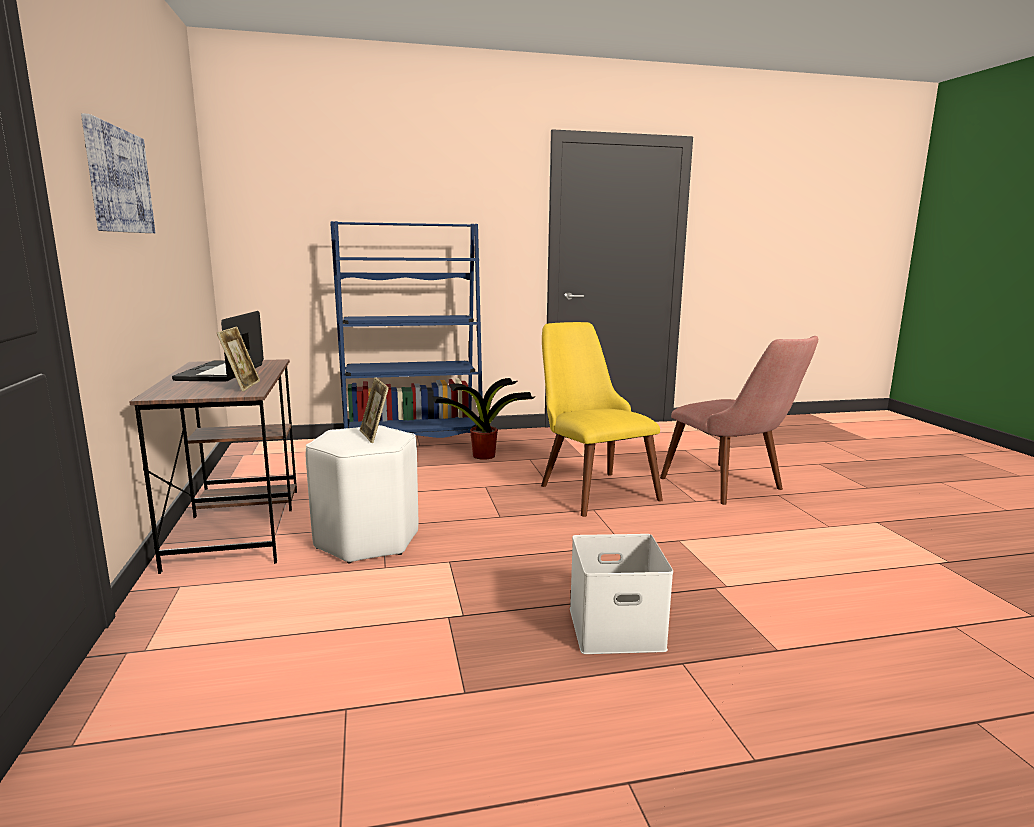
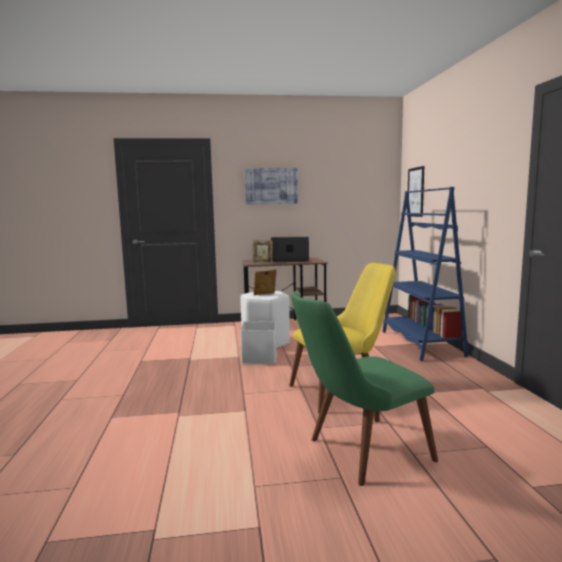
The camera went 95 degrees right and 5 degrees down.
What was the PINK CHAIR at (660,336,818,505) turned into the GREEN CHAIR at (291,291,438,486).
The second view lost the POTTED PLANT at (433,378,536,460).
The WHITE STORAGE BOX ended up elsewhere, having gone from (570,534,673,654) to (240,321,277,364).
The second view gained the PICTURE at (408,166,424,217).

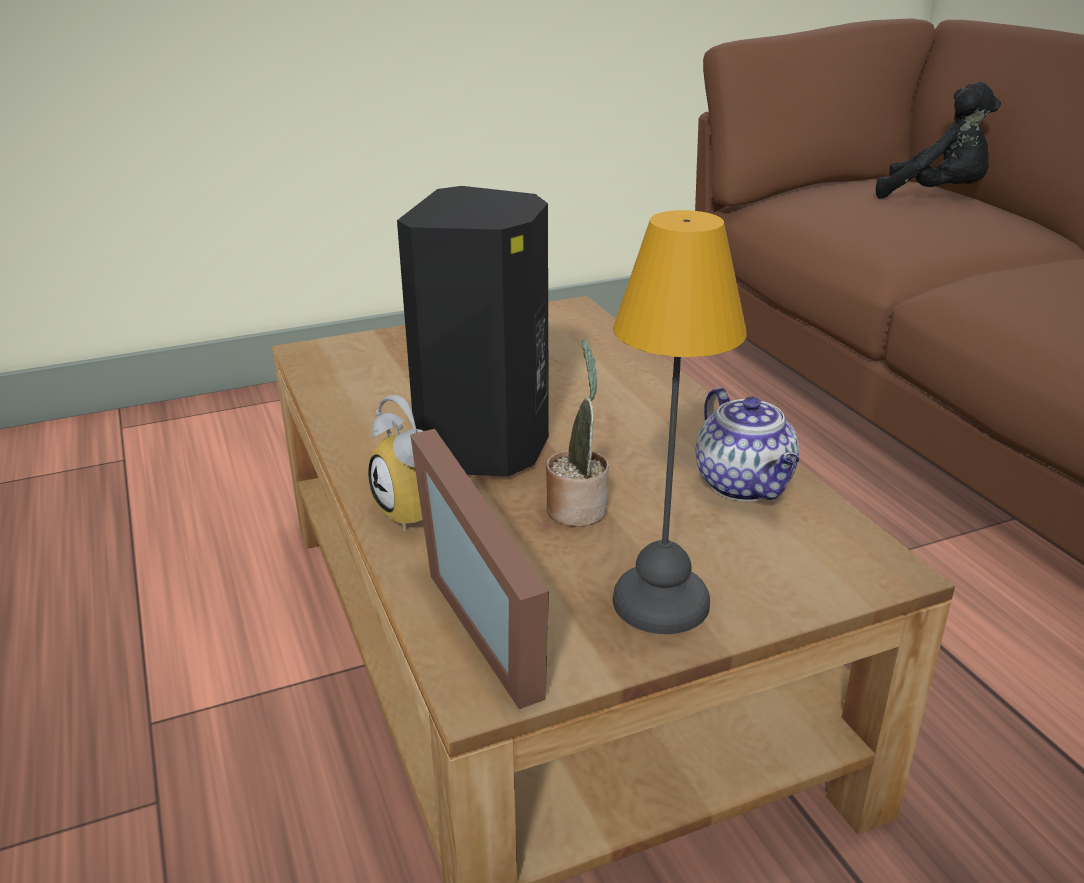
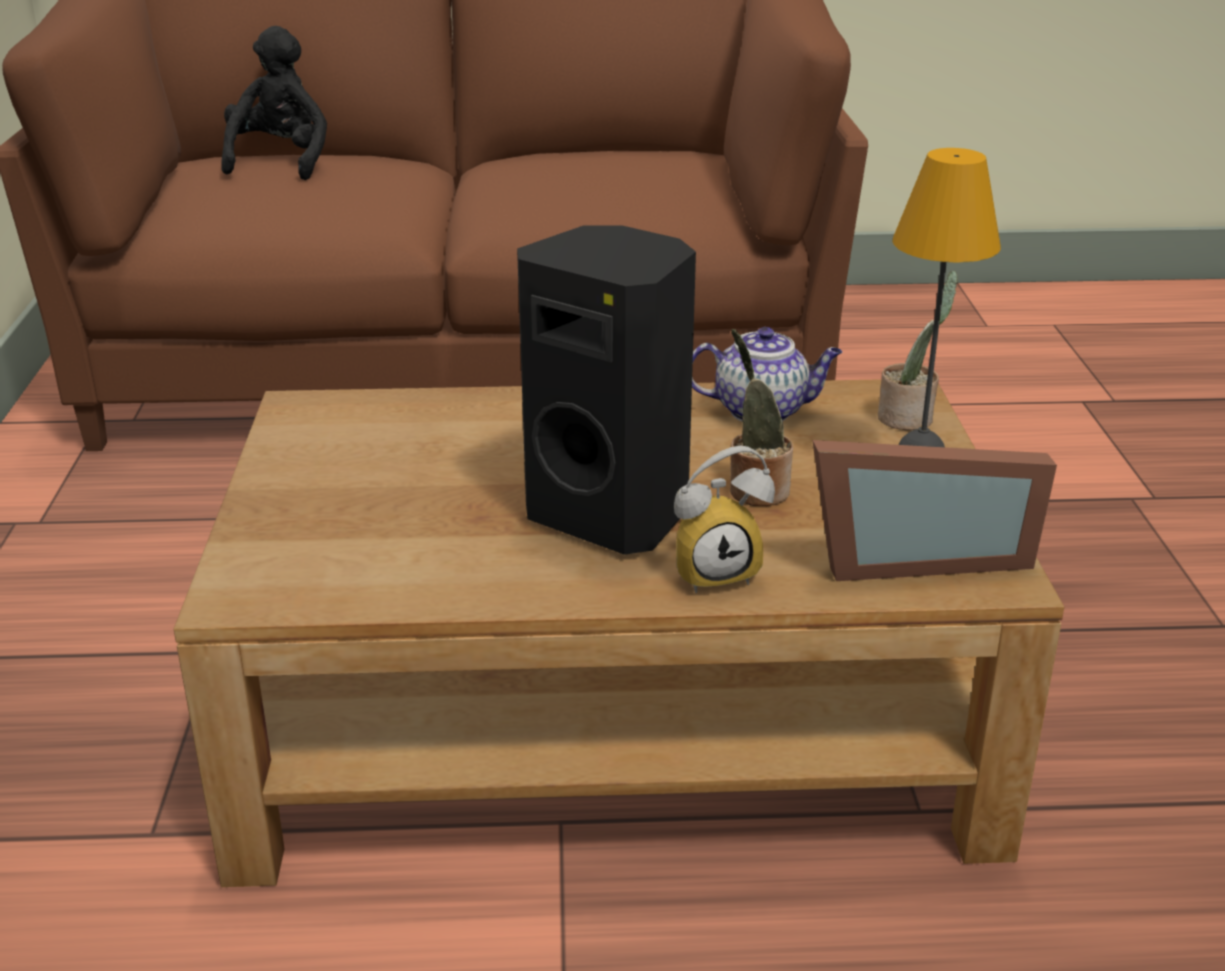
The camera went 70 degrees left and 0 degrees up.
The BLACK PLUSH TOY at (876,82,1001,199) ended up facing another way, 45 degrees counterclockwise from before.
The second view gained the POTTED PLANT at (878,271,958,430).

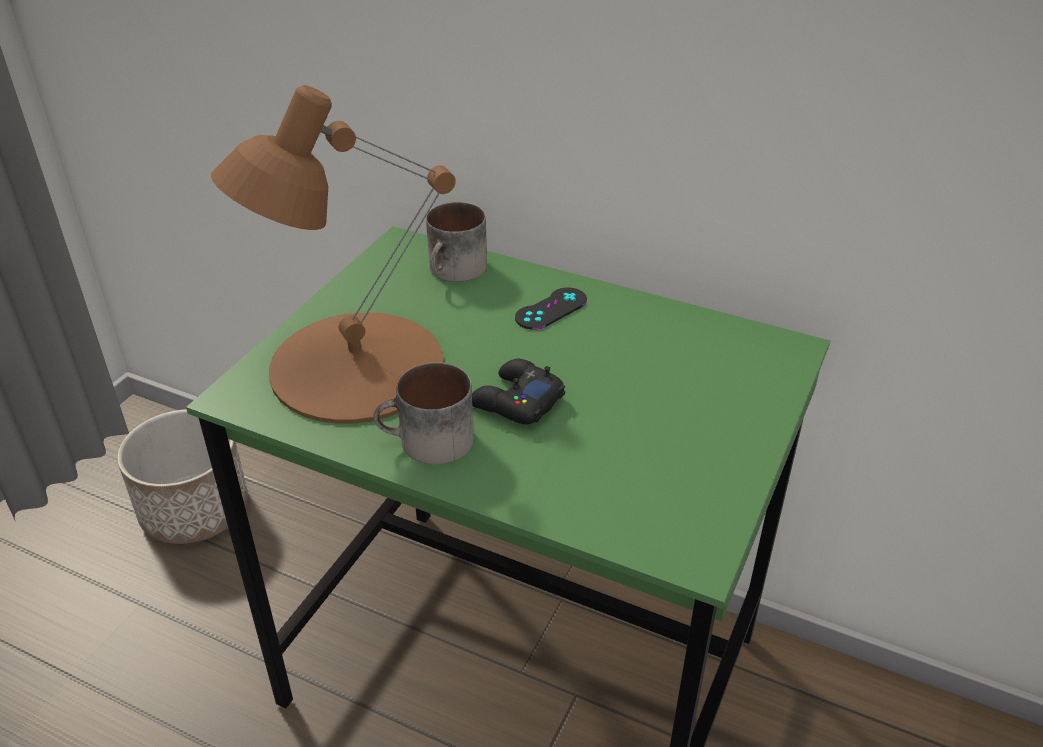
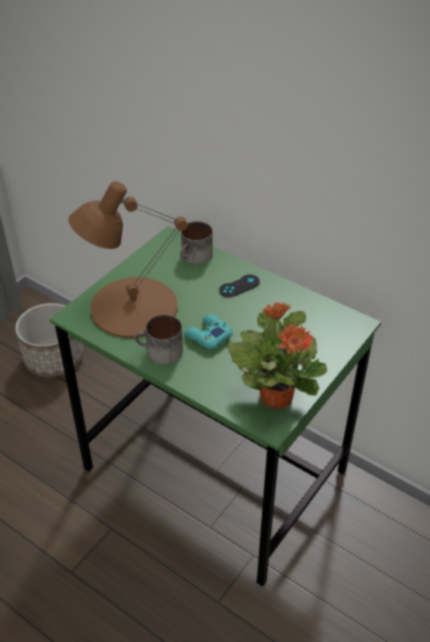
The camera went 10 degrees right and 5 degrees up.
What was the BLACK GAME CONTROLLER at (472,359,565,425) turned into the TURQUOISE GAME CONTROLLER at (184,314,232,349).
The second view gained the POTTED PLANT at (228,302,327,409).

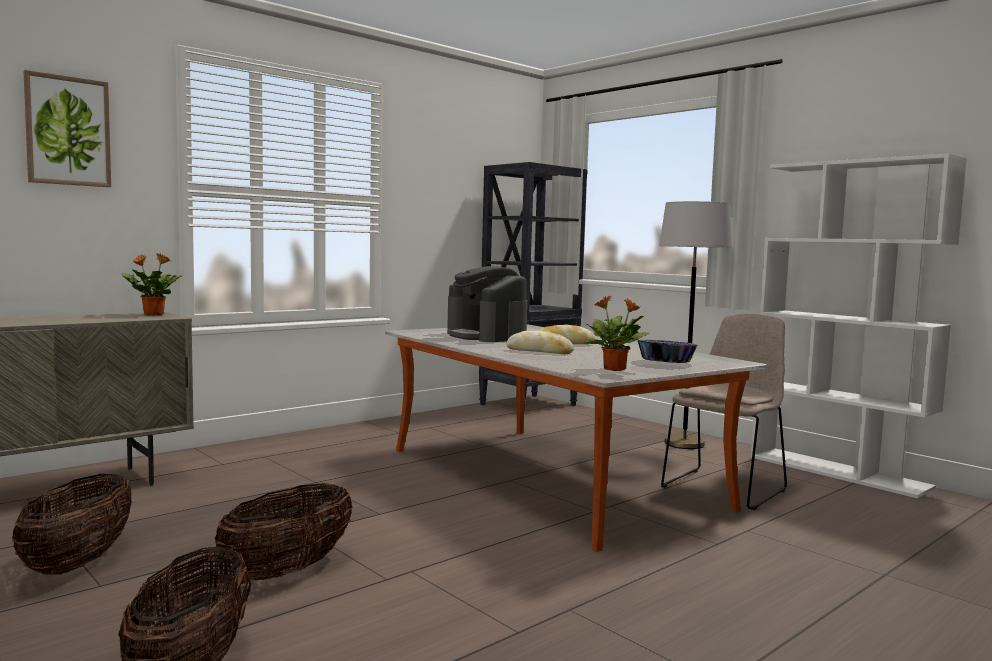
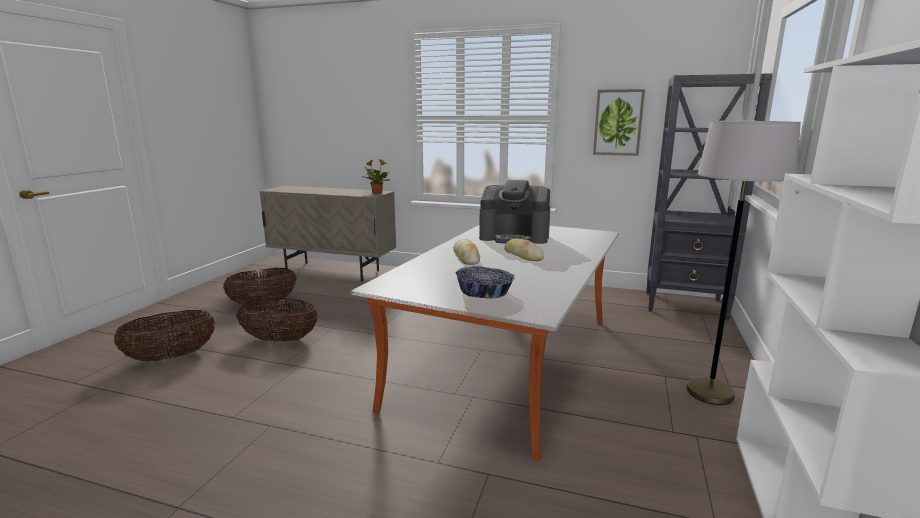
The camera went 60 degrees right and 10 degrees up.
The PICTURE ended up elsewhere, having gone from (23,70,111,187) to (593,89,645,156).
The COFFEE MACHINE at (447,266,527,342) ended up facing another way, 105 degrees counterclockwise from before.
The second view lost the POTTED PLANT at (585,296,650,371).
The second view lost the BEIGE CHAIR at (661,314,787,510).

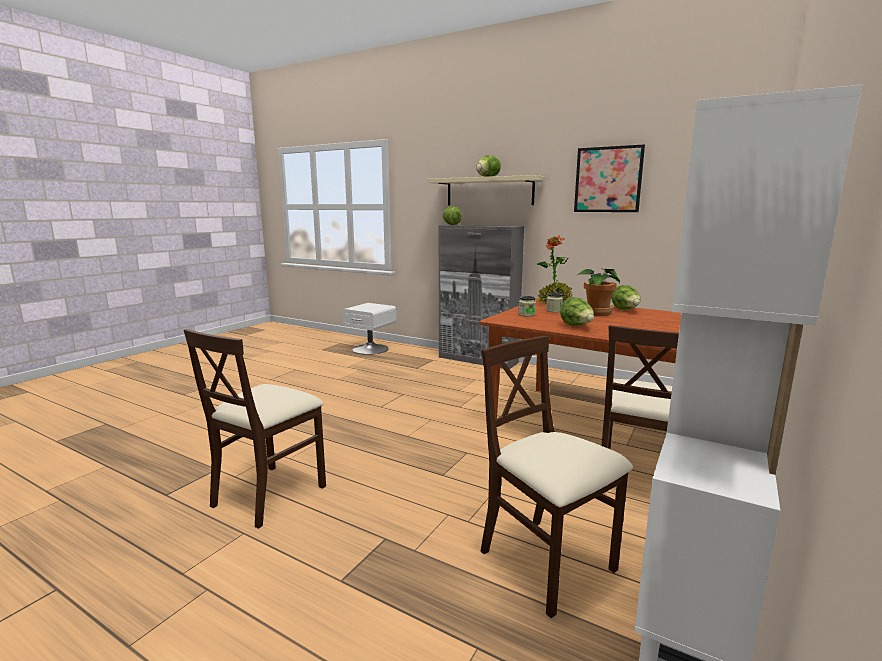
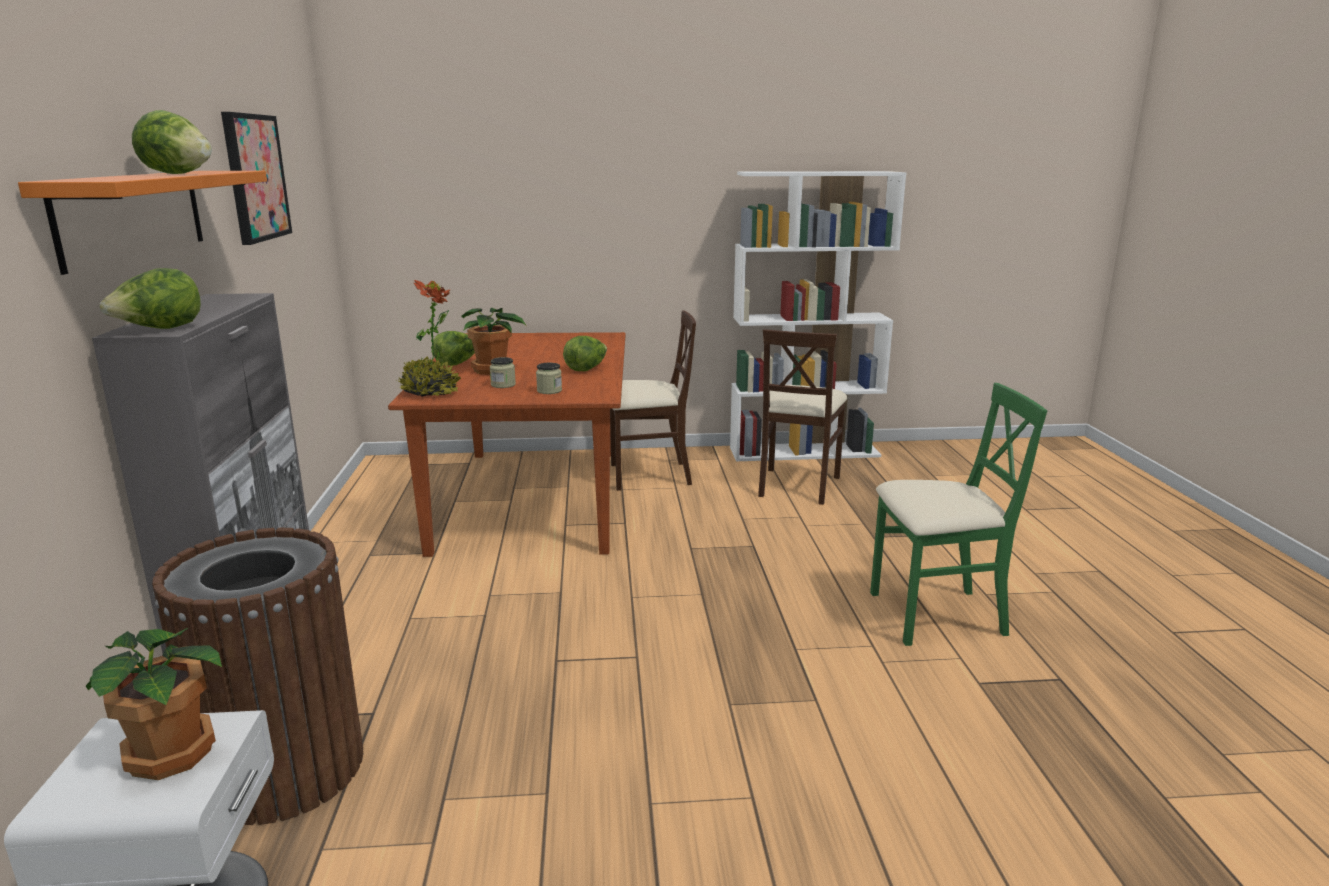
The camera went 125 degrees left and 5 degrees up.
What was the BEIGE SHELF at (428,175,545,205) turned into the ORANGE SHELF at (18,171,267,275).
What was the BEIGE CHAIR at (184,329,326,529) turned into the GREEN CHAIR at (870,383,1047,646).
The second view gained the BROWN TRASH CAN at (152,528,363,825).
The second view gained the POTTED PLANT at (86,628,222,780).

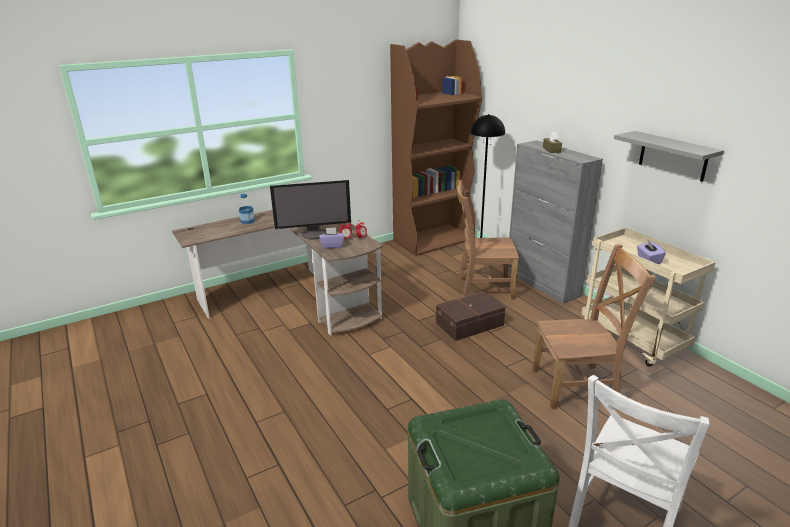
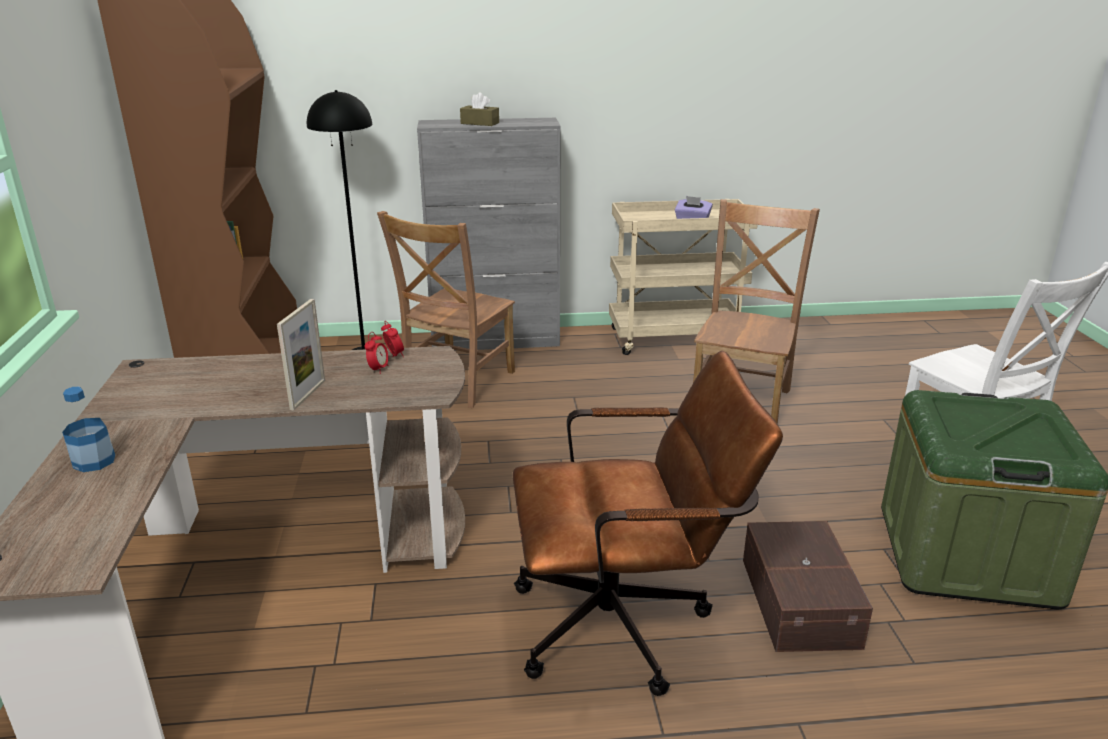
The camera went 65 degrees left and 0 degrees up.
The second view lost the GREY SHELF at (614,131,724,182).
Where the MONITOR stood at (270,180,351,239), the PICTURE FRAME came to stand at (277,299,325,410).
The second view lost the PURPLE TISSUE BOX at (320,228,344,249).
The BROWN STORAGE BOX ended up elsewhere, having gone from (436,291,505,341) to (743,521,873,652).
The second view gained the BROWN OFFICE CHAIR at (513,351,783,696).

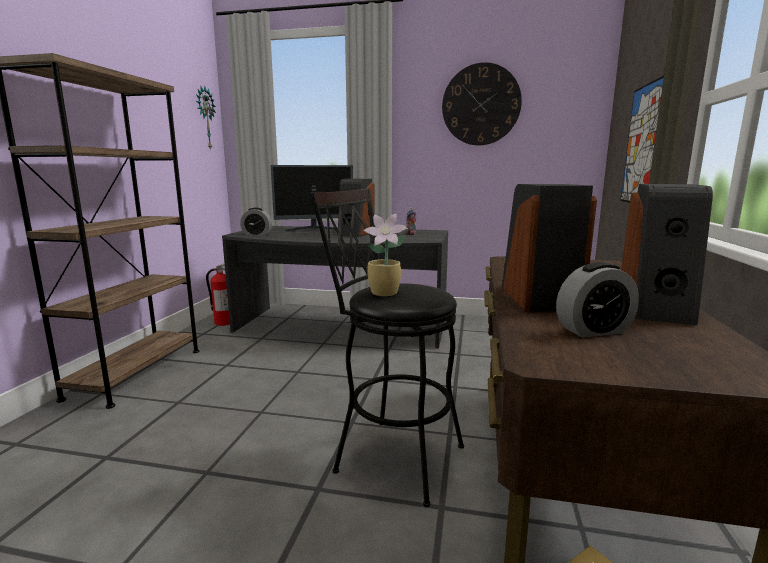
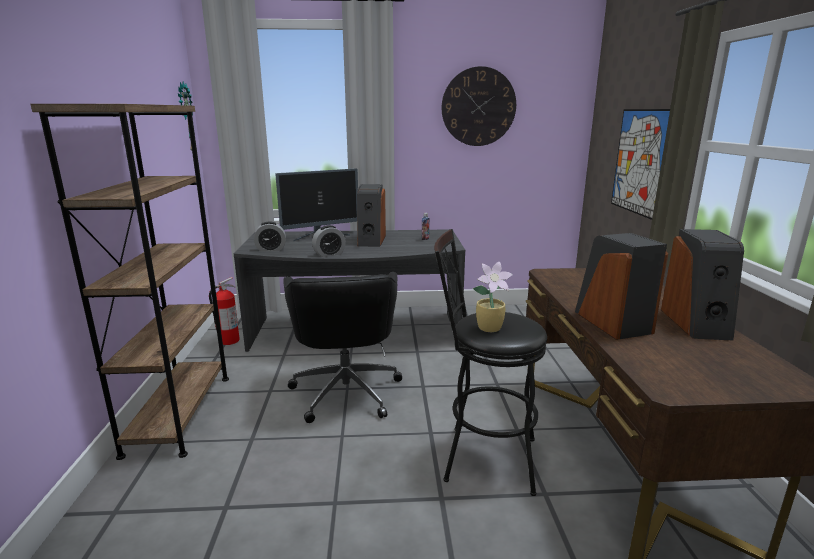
The camera went 15 degrees left and 5 degrees up.
The ALARM CLOCK ended up elsewhere, having gone from (556,262,639,338) to (312,225,346,257).
The second view gained the BLACK OFFICE CHAIR at (283,272,402,423).

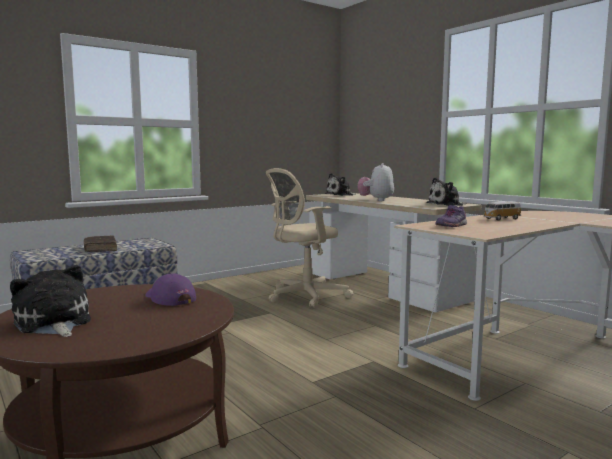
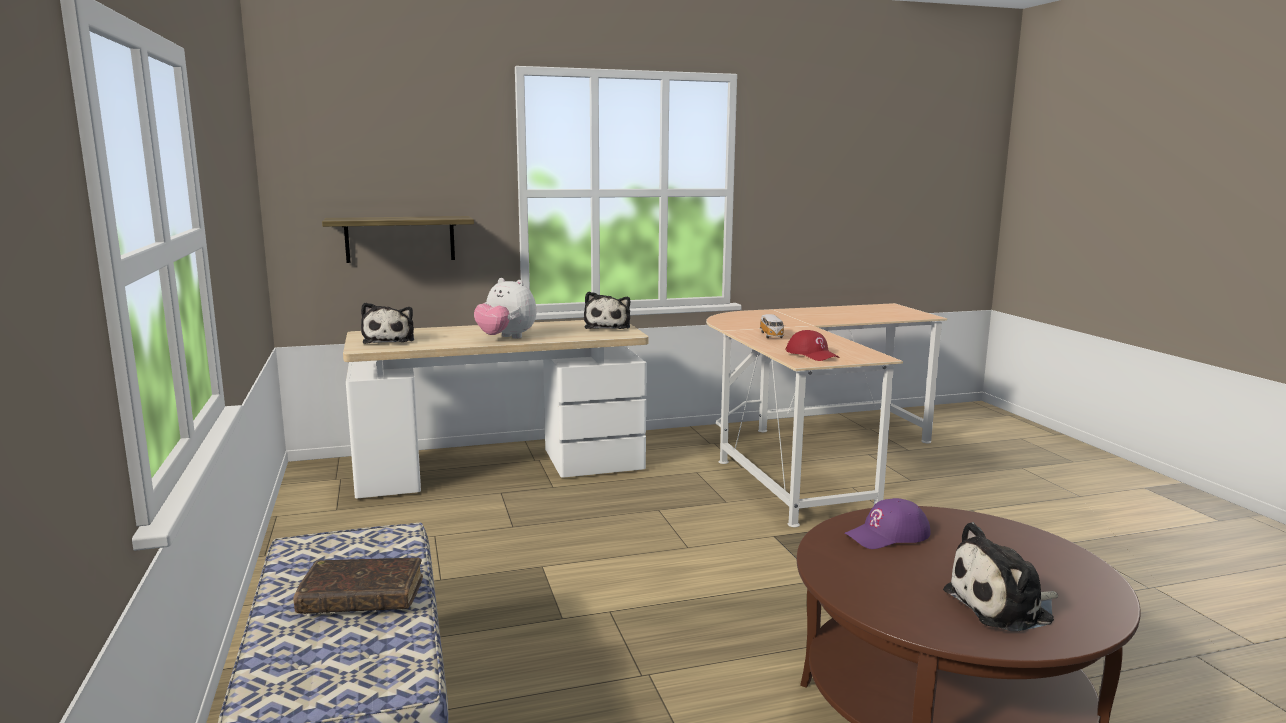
The camera went 70 degrees left and 5 degrees up.
The second view lost the BEIGE OFFICE CHAIR at (266,168,353,308).
Where the PURPLE SHOE stood at (435,205,467,227), the RED CAP came to stand at (785,330,840,361).
The second view gained the SHELF at (322,216,474,263).

